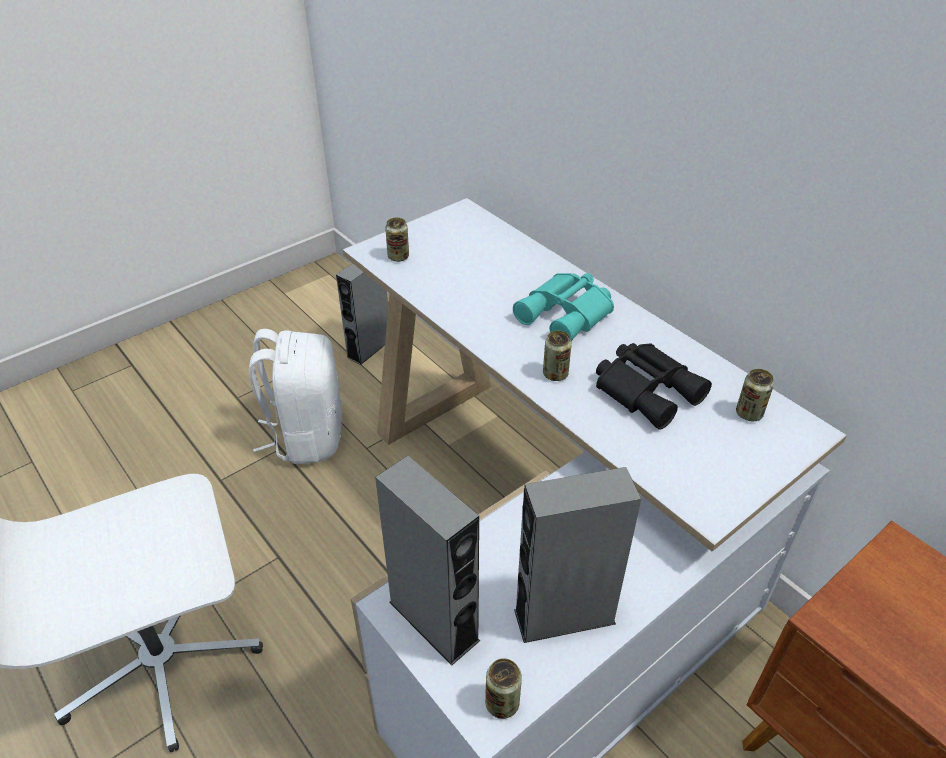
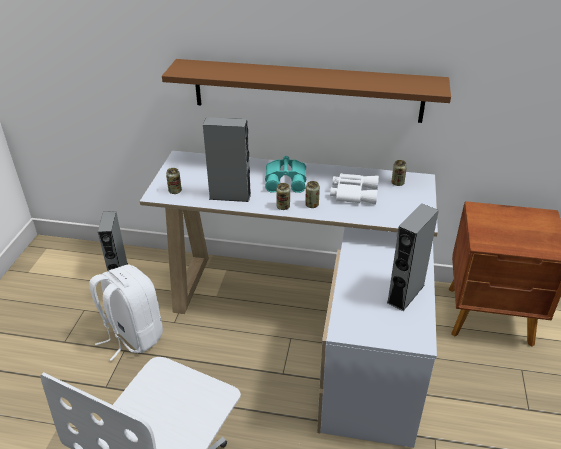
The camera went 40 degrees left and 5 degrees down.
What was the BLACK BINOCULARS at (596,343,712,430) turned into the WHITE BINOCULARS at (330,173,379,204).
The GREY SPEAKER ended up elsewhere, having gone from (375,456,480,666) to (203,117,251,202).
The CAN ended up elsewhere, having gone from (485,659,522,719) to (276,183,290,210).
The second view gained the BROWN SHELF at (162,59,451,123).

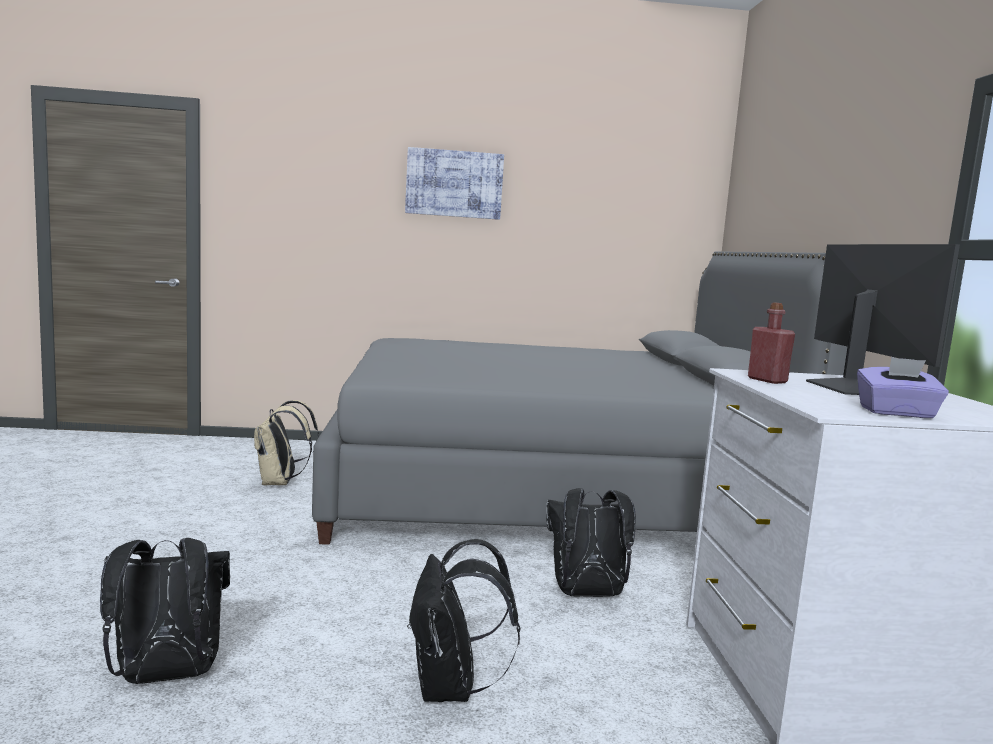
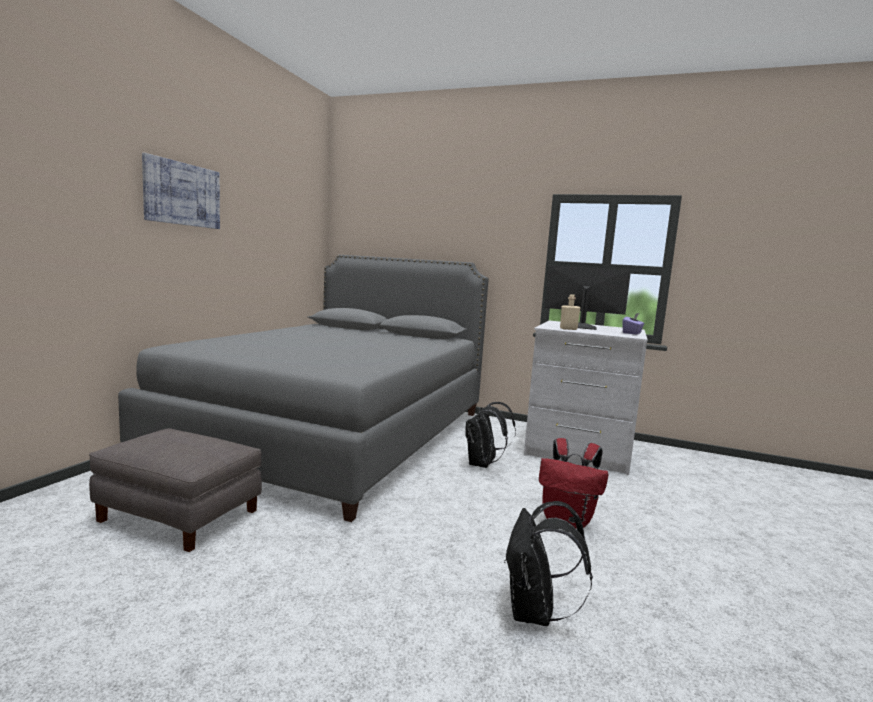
The camera went 65 degrees left and 0 degrees up.
What was the RED BOTTLE at (748,303,795,384) turned into the BEIGE BOTTLE at (560,294,580,330).
Where the BEIGE BACKPACK stood at (254,400,319,485), the GREY OTTOMAN came to stand at (89,428,262,552).
What was the BLACK BACKPACK at (407,539,520,702) turned into the RED BACKPACK at (539,438,608,529).

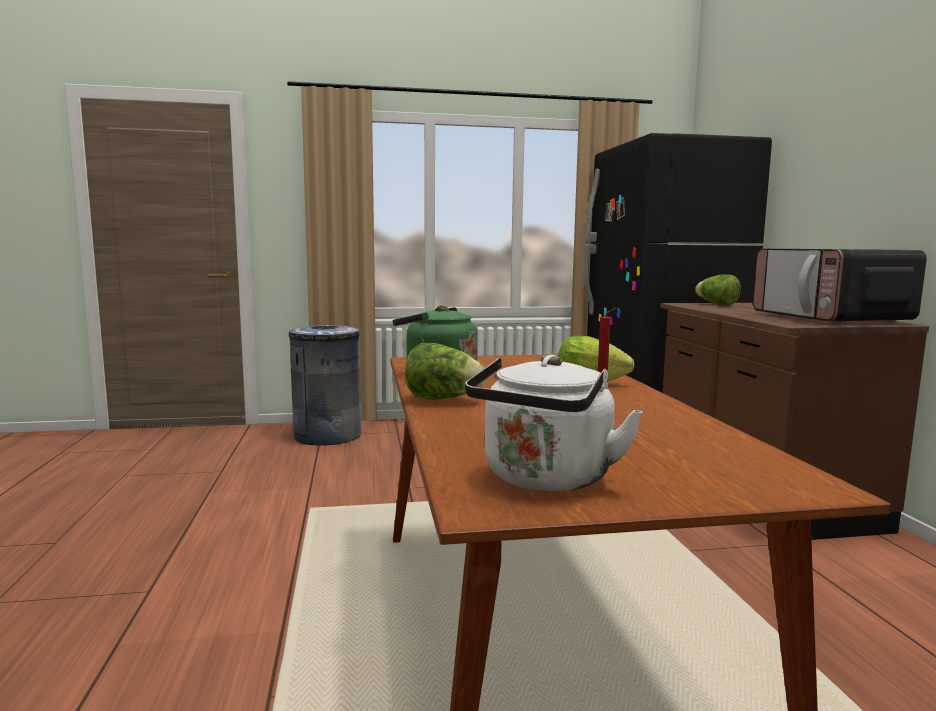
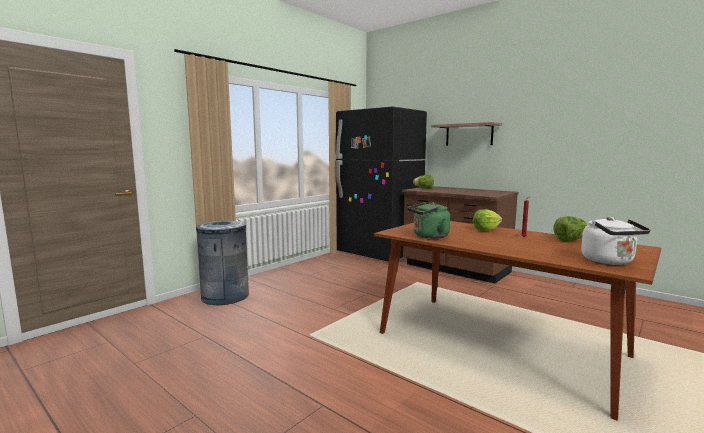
The camera went 40 degrees left and 0 degrees up.
The second view lost the MICROWAVE at (753,249,927,324).
The LETTUCE ended up elsewhere, having gone from (405,343,486,400) to (553,216,589,242).
The second view gained the SHELF at (431,122,502,146).

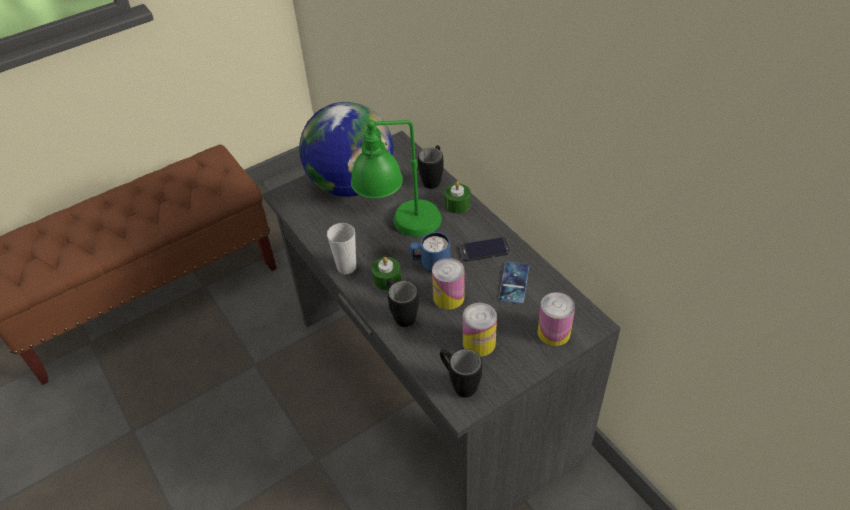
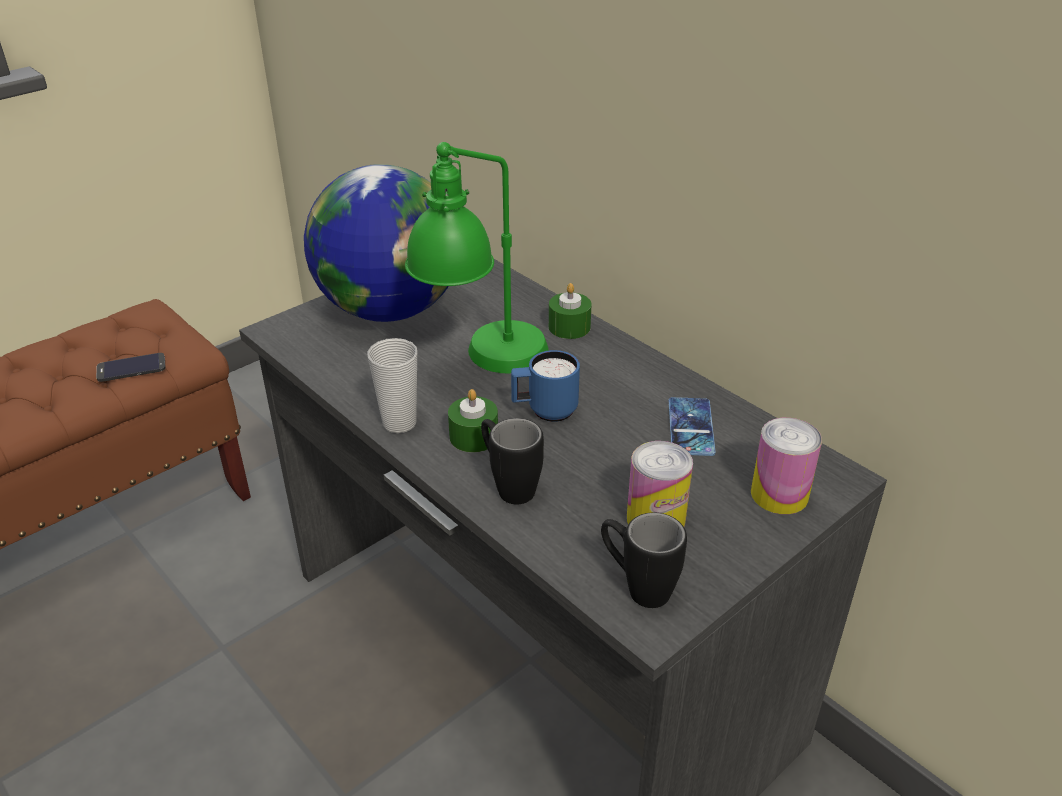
The camera went 10 degrees left and 10 degrees down.
The second view lost the BLACK MUG at (418,145,444,189).
The PHONE ended up elsewhere, having gone from (459,237,511,262) to (96,353,165,382).
The second view lost the CAN at (432,258,464,310).

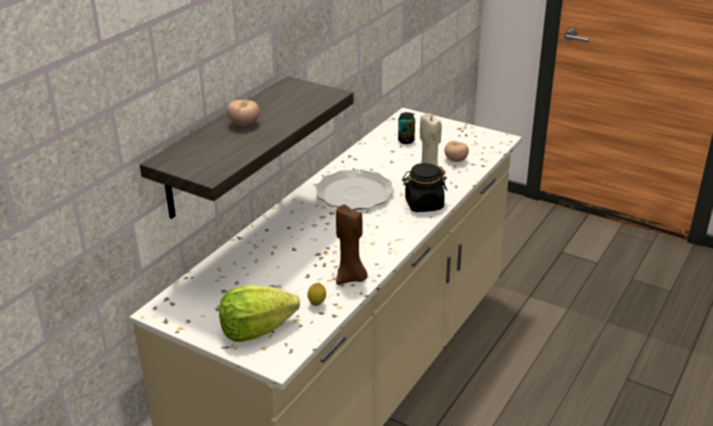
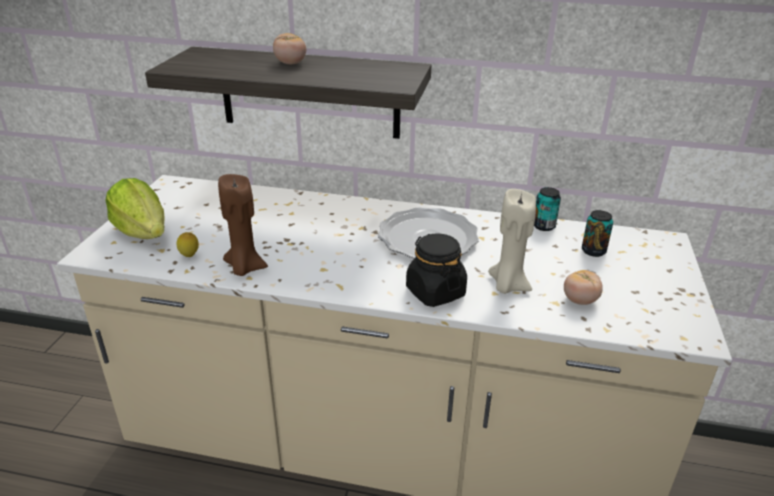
The camera went 70 degrees right and 0 degrees up.
The second view gained the CAN at (534,187,561,231).

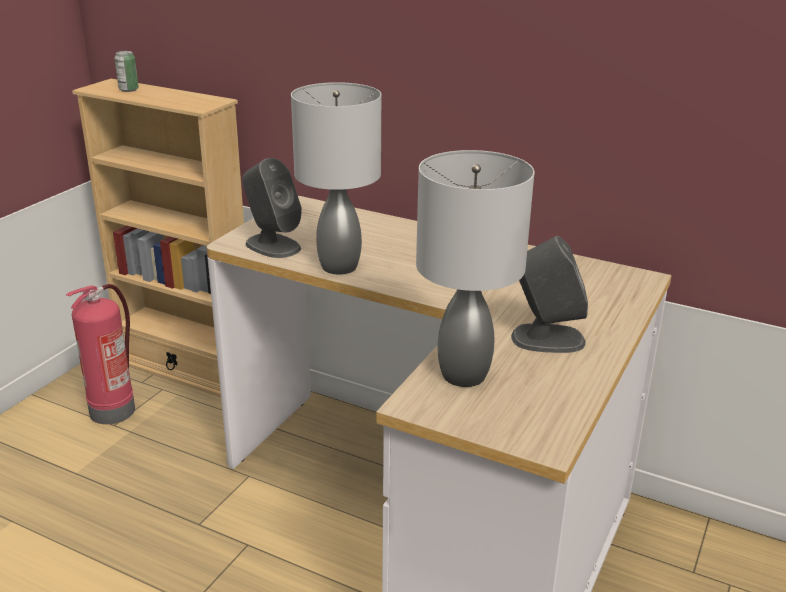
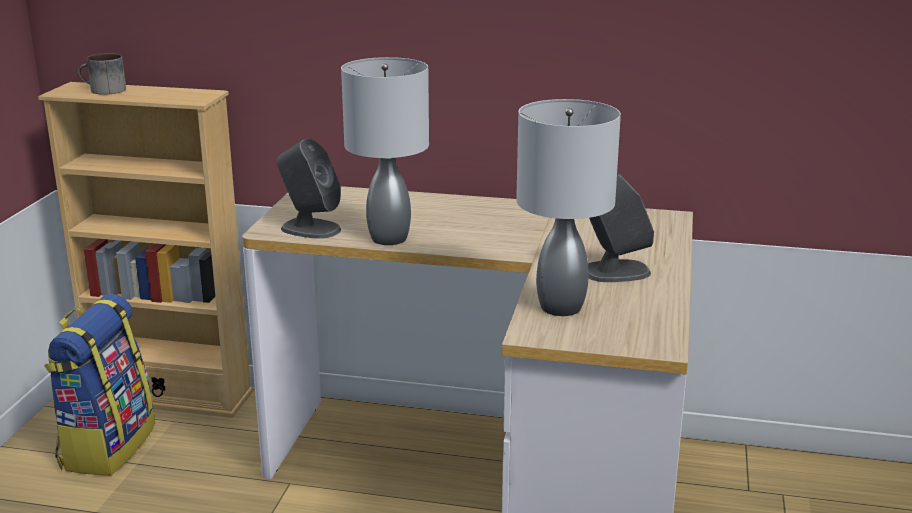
The camera went 15 degrees left and 5 degrees down.
Where the CAN stood at (115,51,139,92), the MUG came to stand at (78,53,126,95).
Where the FIRE EXTINGUISHER stood at (66,284,135,424), the BACKPACK came to stand at (45,294,155,476).

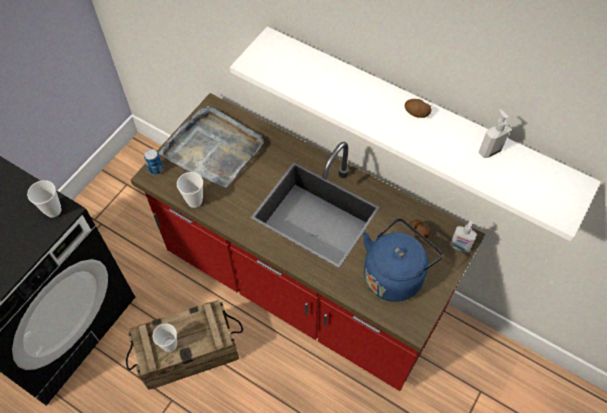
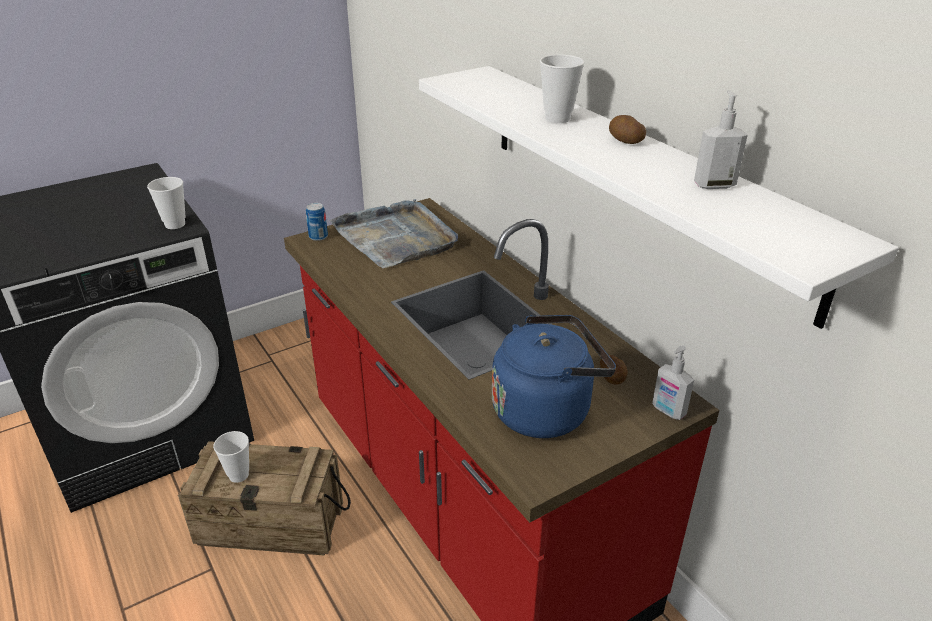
The camera went 25 degrees right and 25 degrees down.
The CUP ended up elsewhere, having gone from (177,172,203,208) to (540,54,584,123).

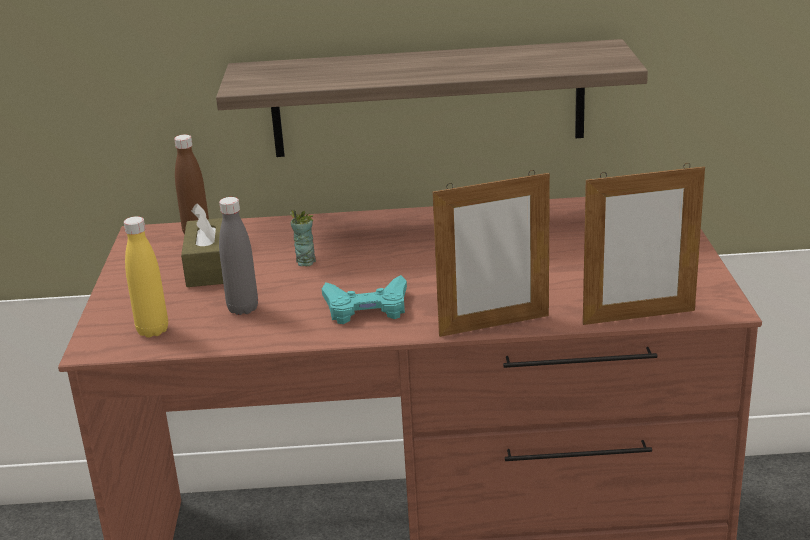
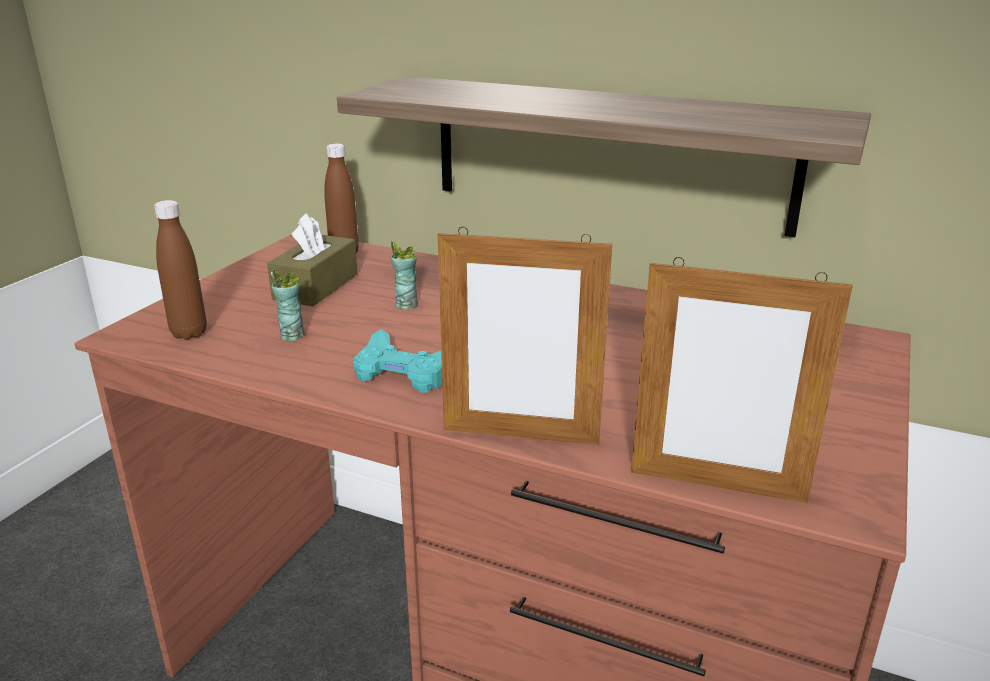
The camera went 25 degrees right and 0 degrees up.
Where the GREY BOTTLE stood at (219,197,258,315), the CUP came to stand at (271,269,304,341).
What was the YELLOW BOTTLE at (124,216,168,337) turned into the BROWN BOTTLE at (154,200,207,340).

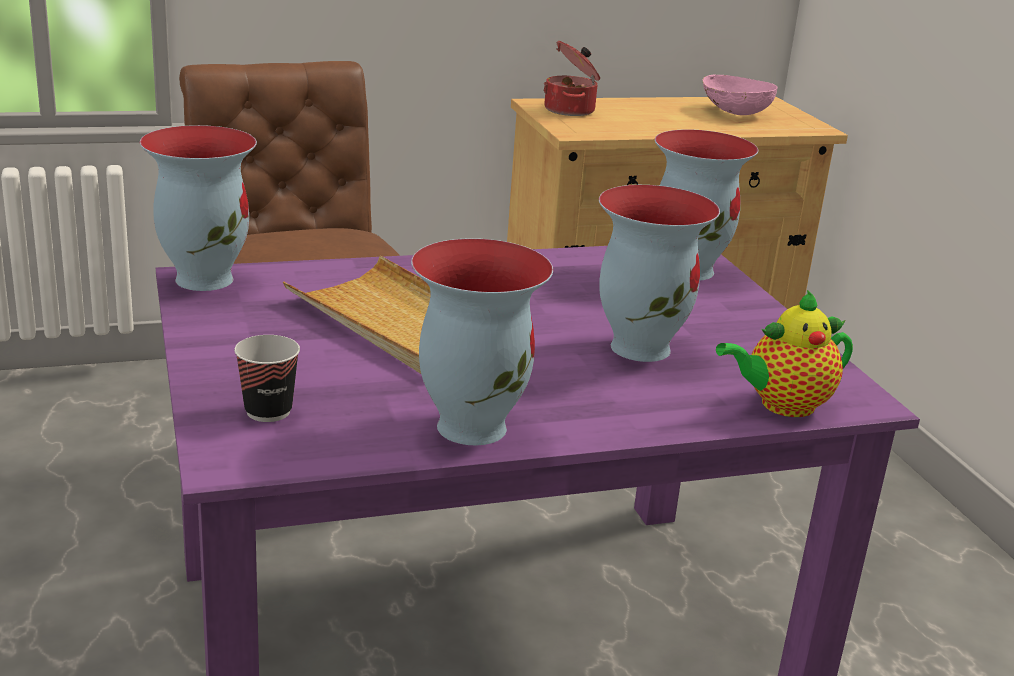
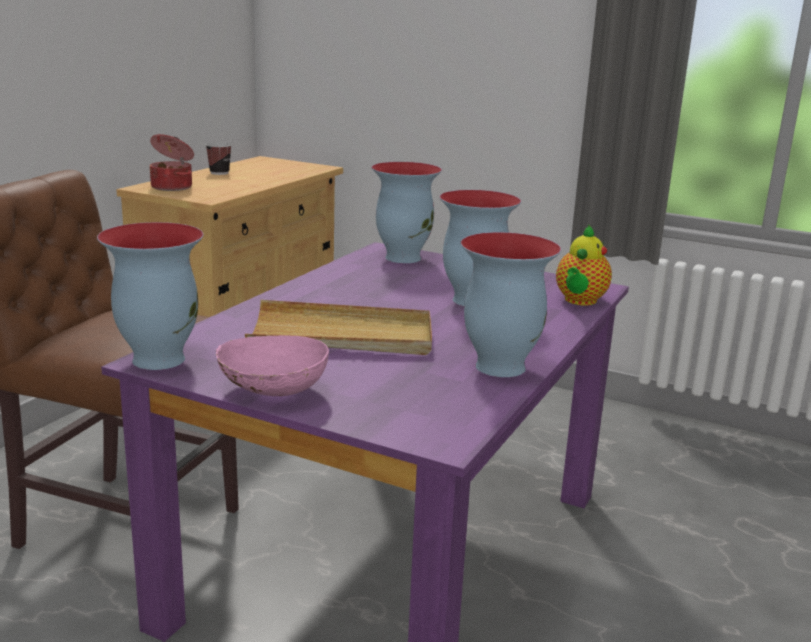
The camera went 45 degrees left and 5 degrees down.
The PINK BOWL ended up elsewhere, having gone from (702,75,778,115) to (216,336,329,396).
The CUP ended up elsewhere, having gone from (234,335,300,422) to (205,142,232,175).

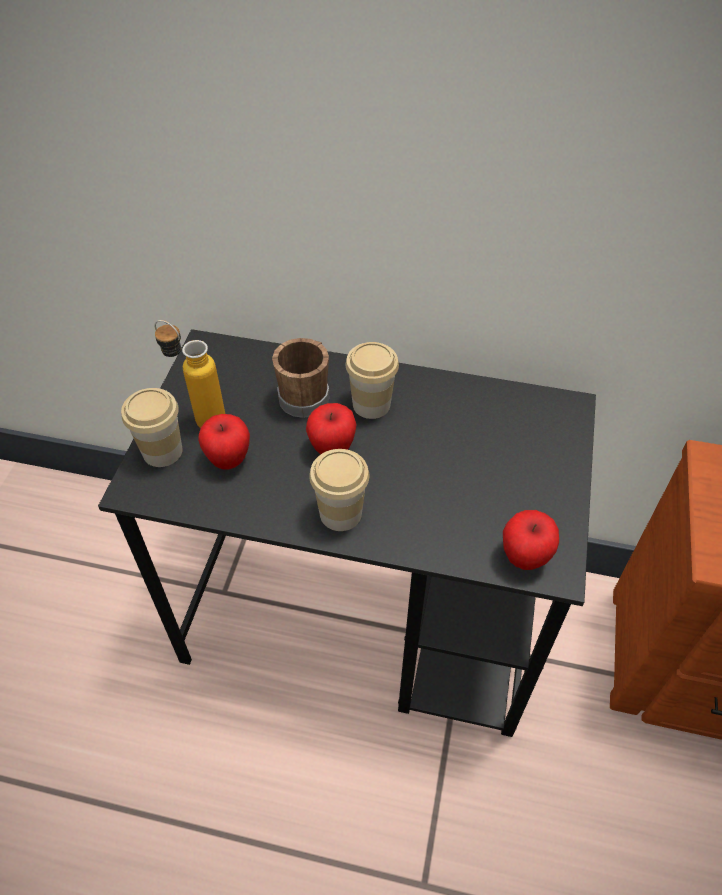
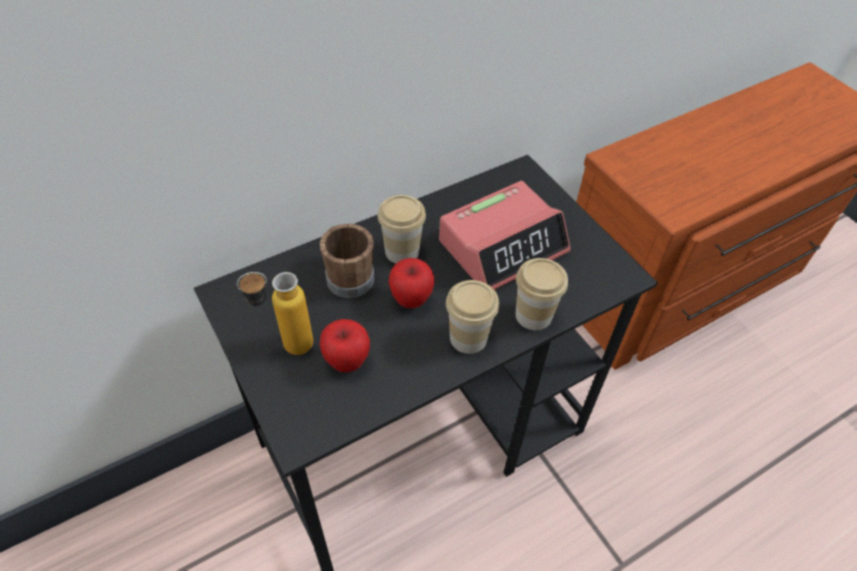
The camera went 45 degrees left and 0 degrees up.
The CUP ended up elsewhere, having gone from (121,388,183,467) to (516,258,568,330).
The second view lost the APPLE at (503,510,559,570).
The second view gained the ALARM CLOCK at (439,181,571,290).

